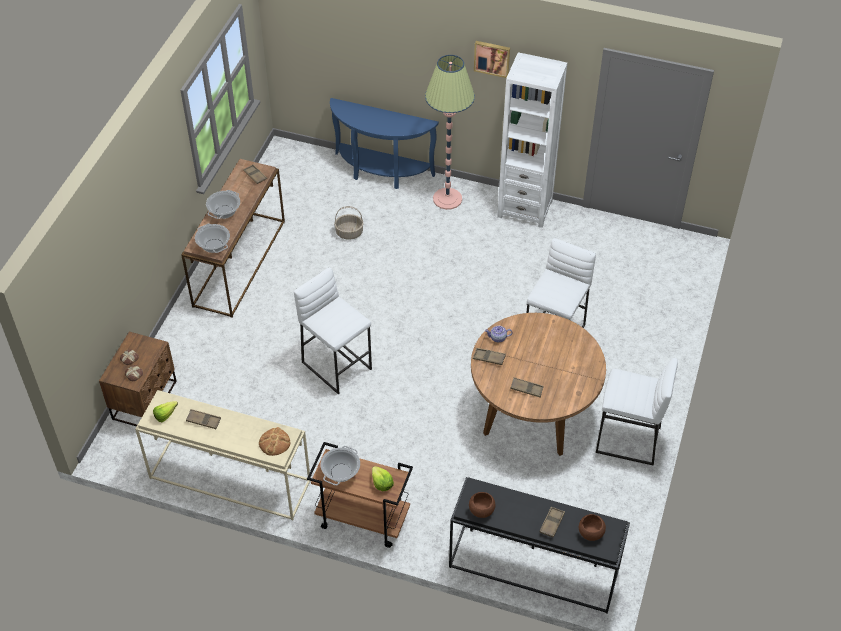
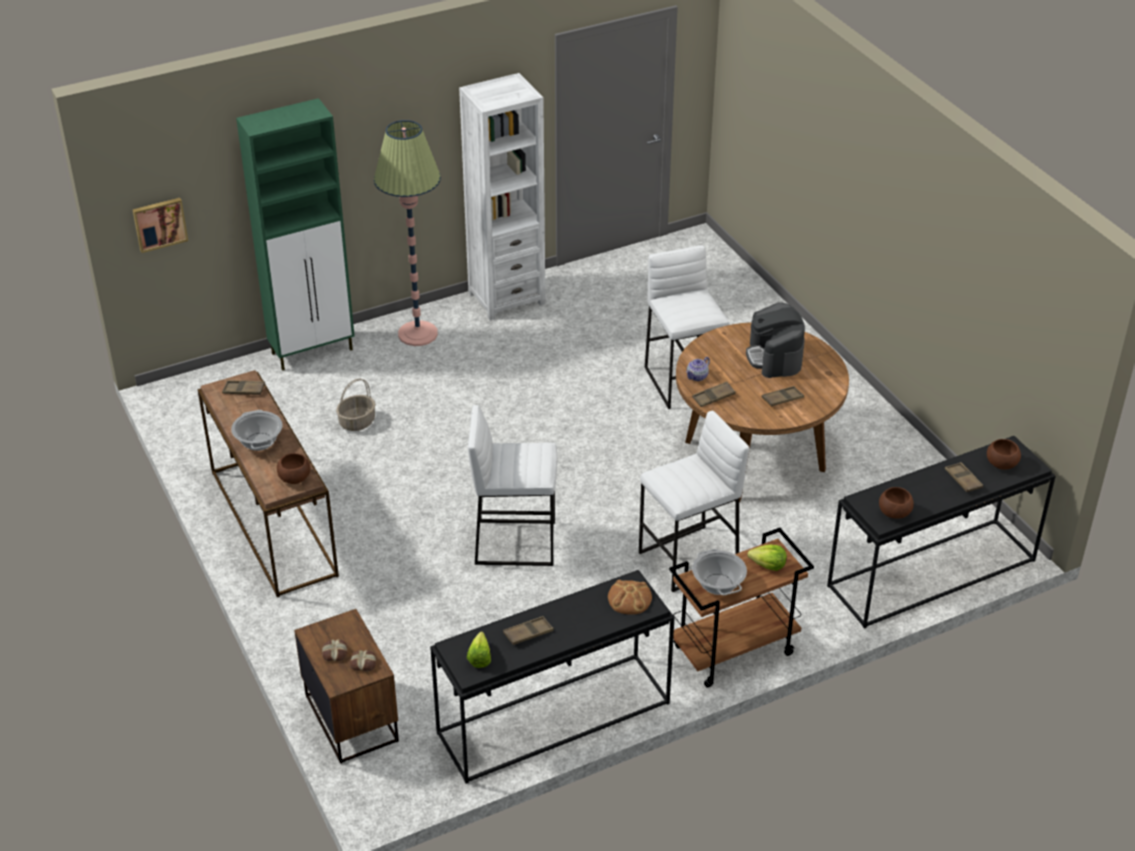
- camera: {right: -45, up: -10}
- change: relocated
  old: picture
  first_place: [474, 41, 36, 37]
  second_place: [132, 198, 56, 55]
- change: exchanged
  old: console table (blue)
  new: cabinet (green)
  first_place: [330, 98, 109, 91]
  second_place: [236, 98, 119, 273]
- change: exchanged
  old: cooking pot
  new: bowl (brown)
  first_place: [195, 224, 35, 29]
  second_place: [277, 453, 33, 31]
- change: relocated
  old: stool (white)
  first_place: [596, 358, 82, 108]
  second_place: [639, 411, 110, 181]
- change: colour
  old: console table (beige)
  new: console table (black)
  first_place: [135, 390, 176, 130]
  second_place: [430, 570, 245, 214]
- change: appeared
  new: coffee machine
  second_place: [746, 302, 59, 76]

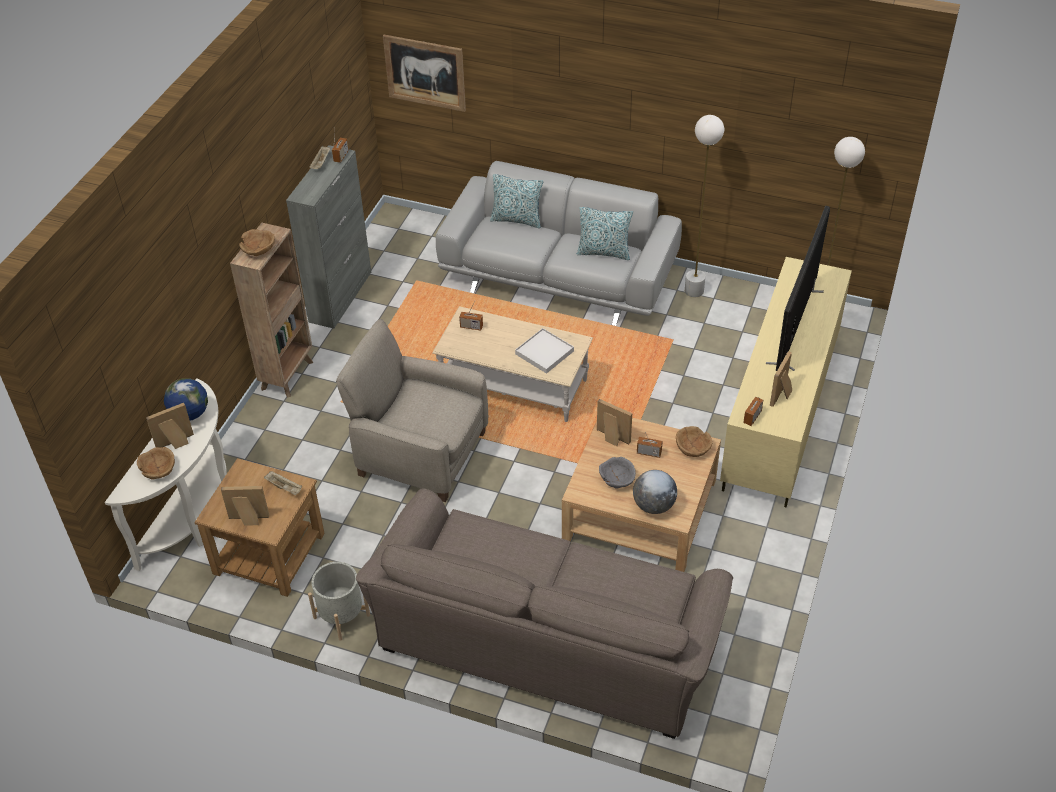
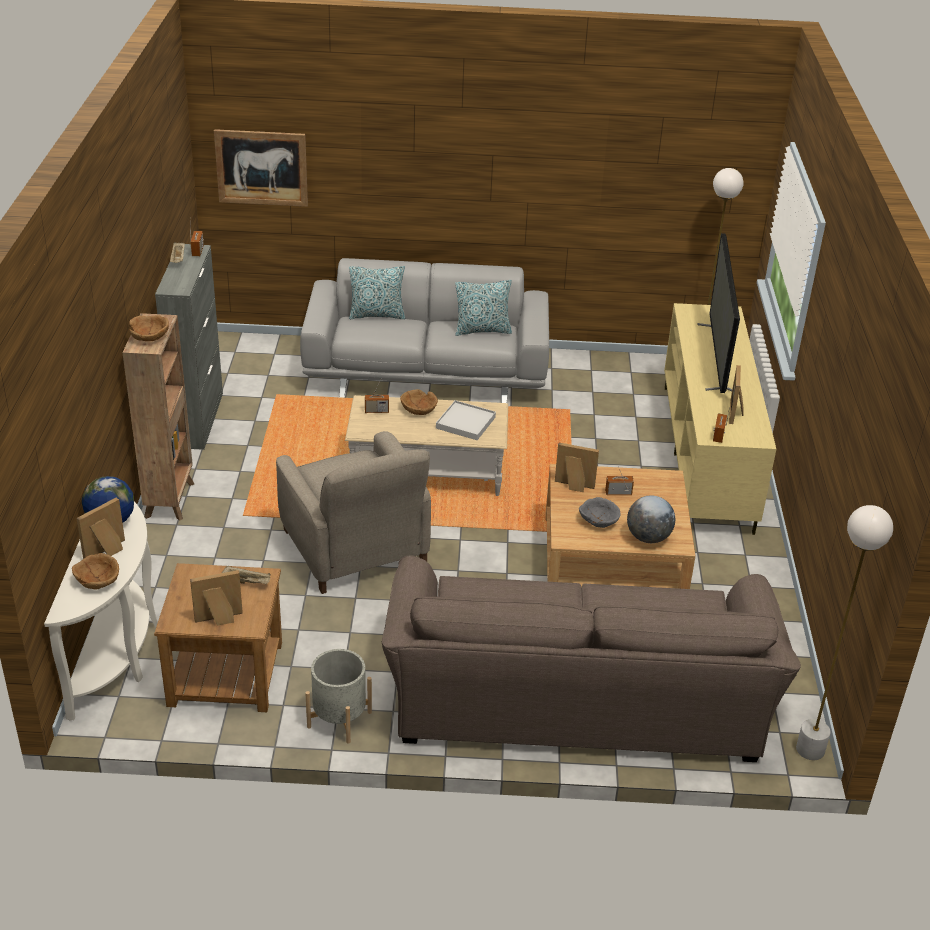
- camera: {right: -20, up: -10}
- change: relocated
  old: floor lamp (white)
  first_place: [685, 115, 39, 182]
  second_place: [796, 505, 97, 255]
- change: spun
  old: armchair (beige)
  first_place: [336, 319, 152, 183]
  second_place: [276, 431, 155, 163]
  degrees: -120
- change: relocated
  old: bowl (brown)
  first_place: [676, 426, 36, 31]
  second_place: [400, 389, 38, 26]

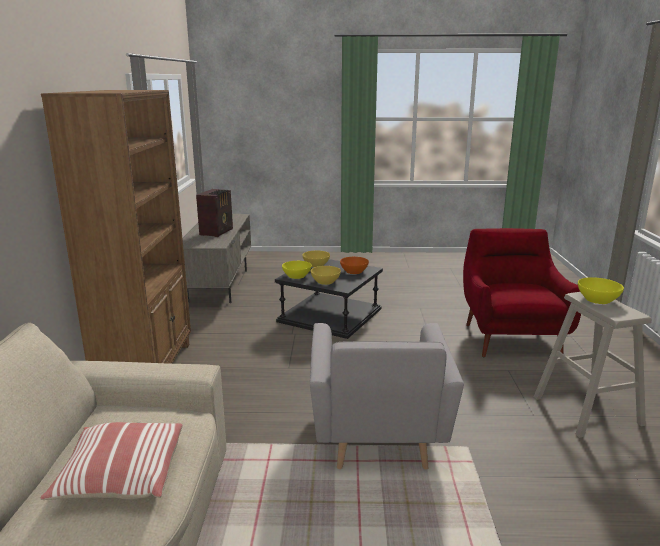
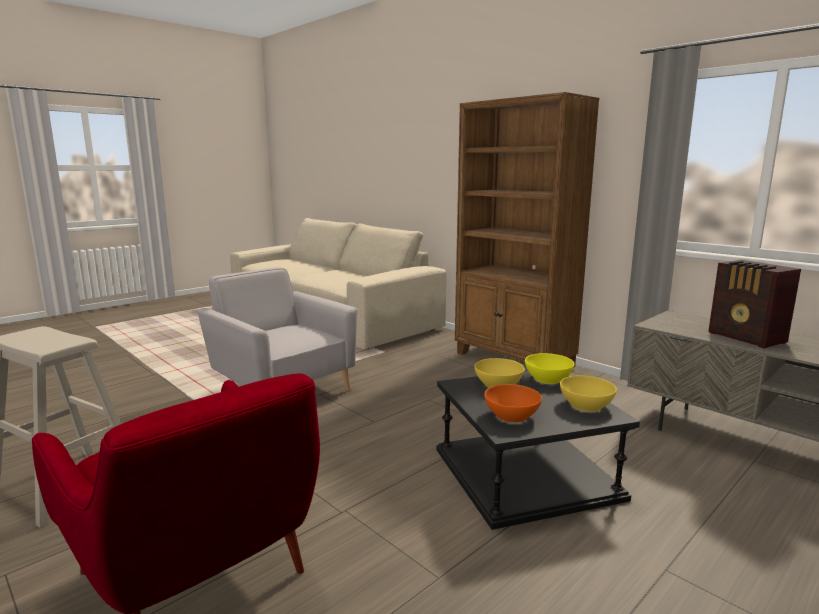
- camera: {right: 135, up: -5}
- change: missing
  old: bowl (yellow)
  first_place: [578, 277, 46, 27]
- change: missing
  old: pillow
  first_place: [40, 422, 143, 78]

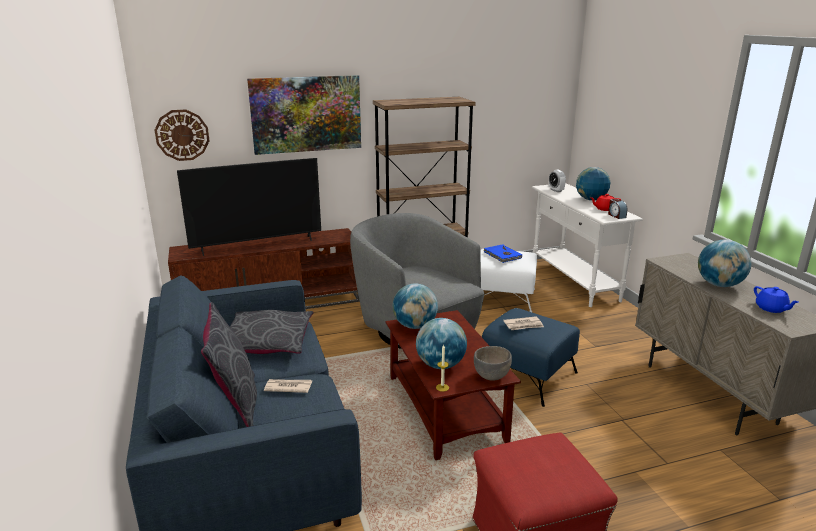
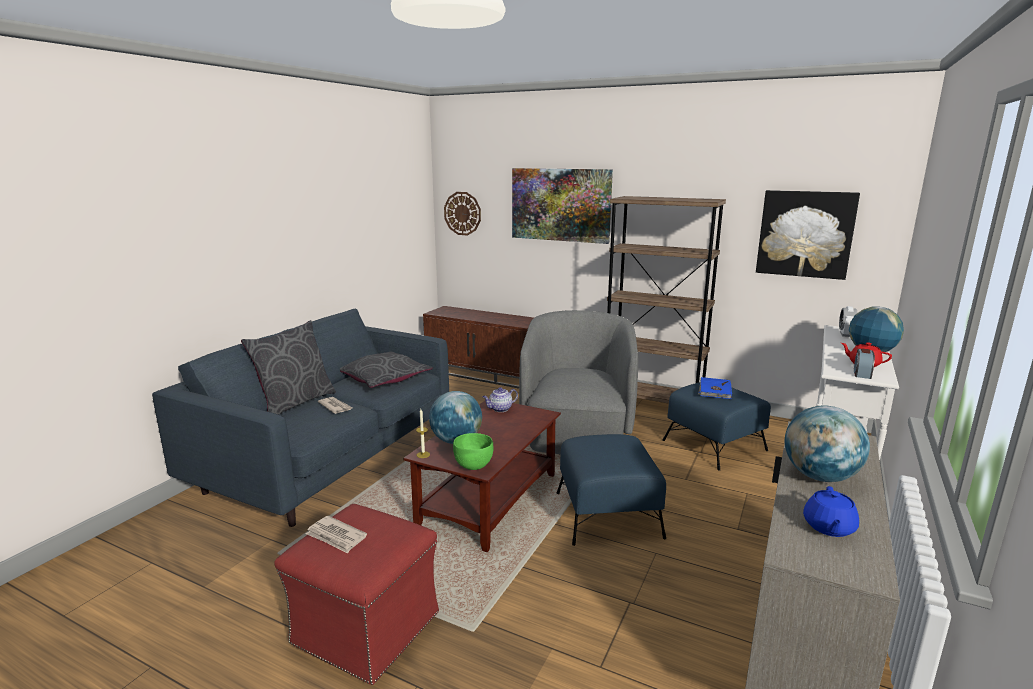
- camera: {right: 45, up: -5}
- change: missing
  old: television
  first_place: [177, 158, 144, 98]
- change: colour
  old: ottoman (white)
  new: ottoman (blue)
  first_place: [480, 249, 57, 63]
  second_place: [662, 382, 109, 89]
- change: exchanged
  old: globe
  new: teapot
  first_place: [393, 283, 45, 46]
  second_place: [483, 387, 35, 25]
- change: relocated
  old: newspaper
  first_place: [503, 316, 41, 14]
  second_place: [306, 516, 61, 38]
- change: colour
  old: bowl (grey)
  new: bowl (green)
  first_place: [474, 346, 38, 35]
  second_place: [453, 433, 41, 37]
- change: appeared
  new: picture
  second_place: [756, 190, 104, 90]

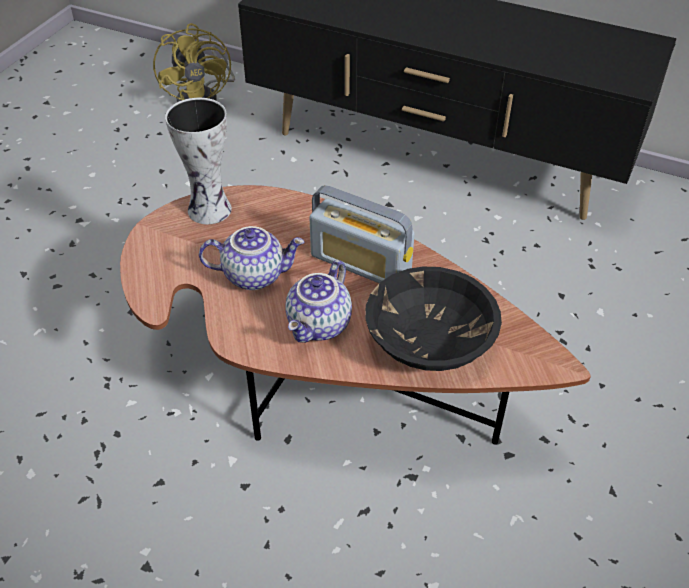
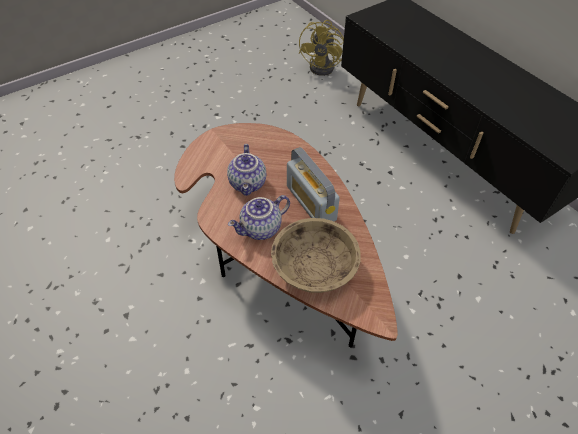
- camera: {right: 30, up: 5}
- change: missing
  old: vase
  first_place: [165, 98, 67, 126]
- change: spun
  old: teapot
  first_place: [199, 226, 106, 64]
  second_place: [227, 144, 39, 52]
  degrees: 60
- change: colour
  old: bowl (black)
  new: bowl (beige)
  first_place: [365, 267, 137, 104]
  second_place: [271, 218, 89, 75]

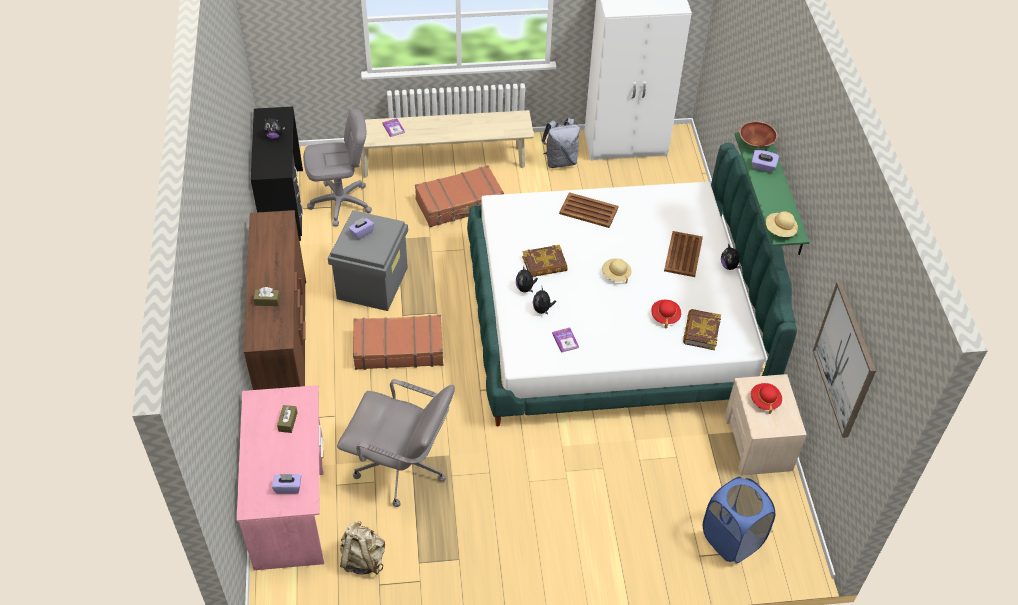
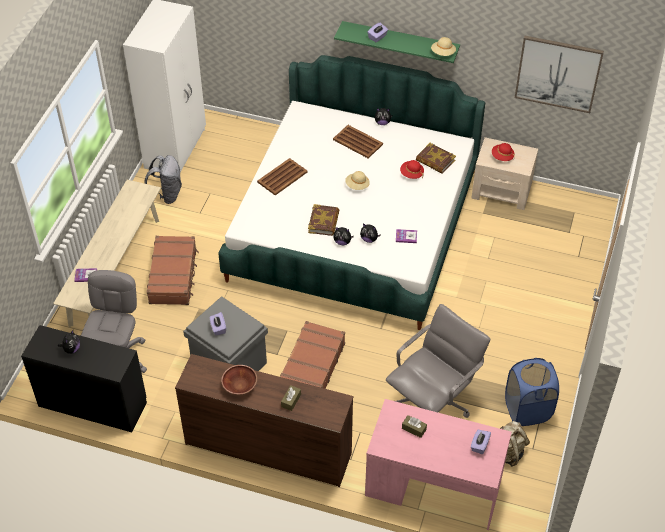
- camera: {right: -65, up: 0}
- change: relocated
  old: bowl (brown)
  first_place: [739, 121, 39, 27]
  second_place: [221, 365, 36, 30]
- change: relocated
  old: laundry basket (blue)
  first_place: [703, 477, 72, 86]
  second_place: [505, 358, 54, 68]

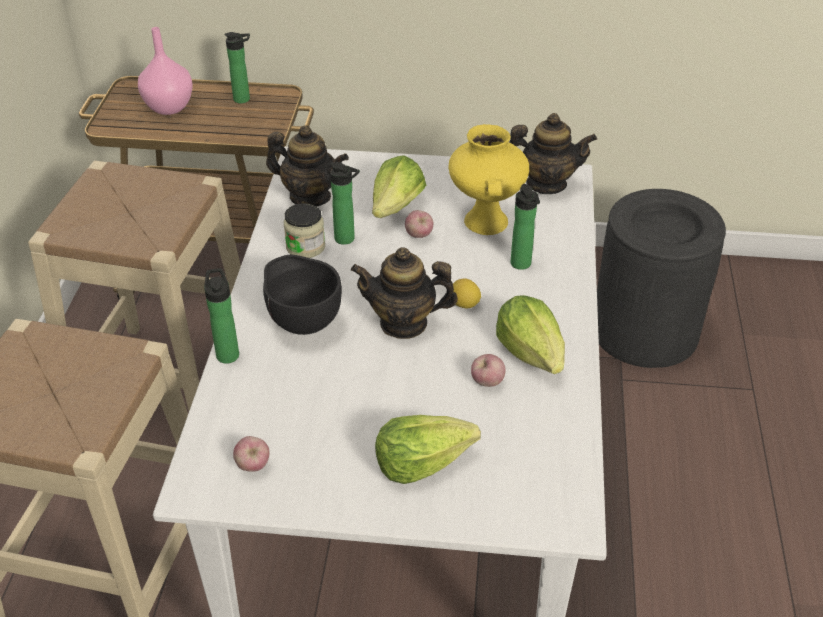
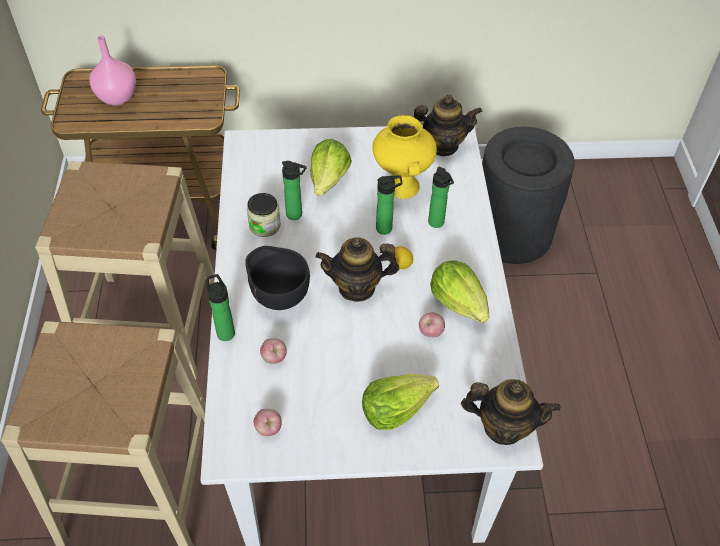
- camera: {right: -10, up: 10}
- change: relocated
  old: bottle
  first_place: [225, 32, 25, 71]
  second_place: [376, 175, 26, 60]
- change: relocated
  old: teapot
  first_place: [266, 125, 83, 81]
  second_place: [461, 379, 100, 66]
- change: relocated
  old: apple
  first_place: [405, 210, 28, 28]
  second_place: [260, 338, 27, 26]

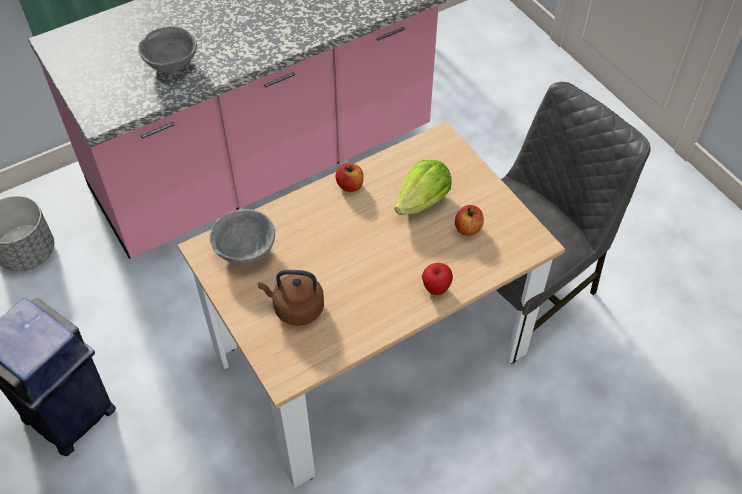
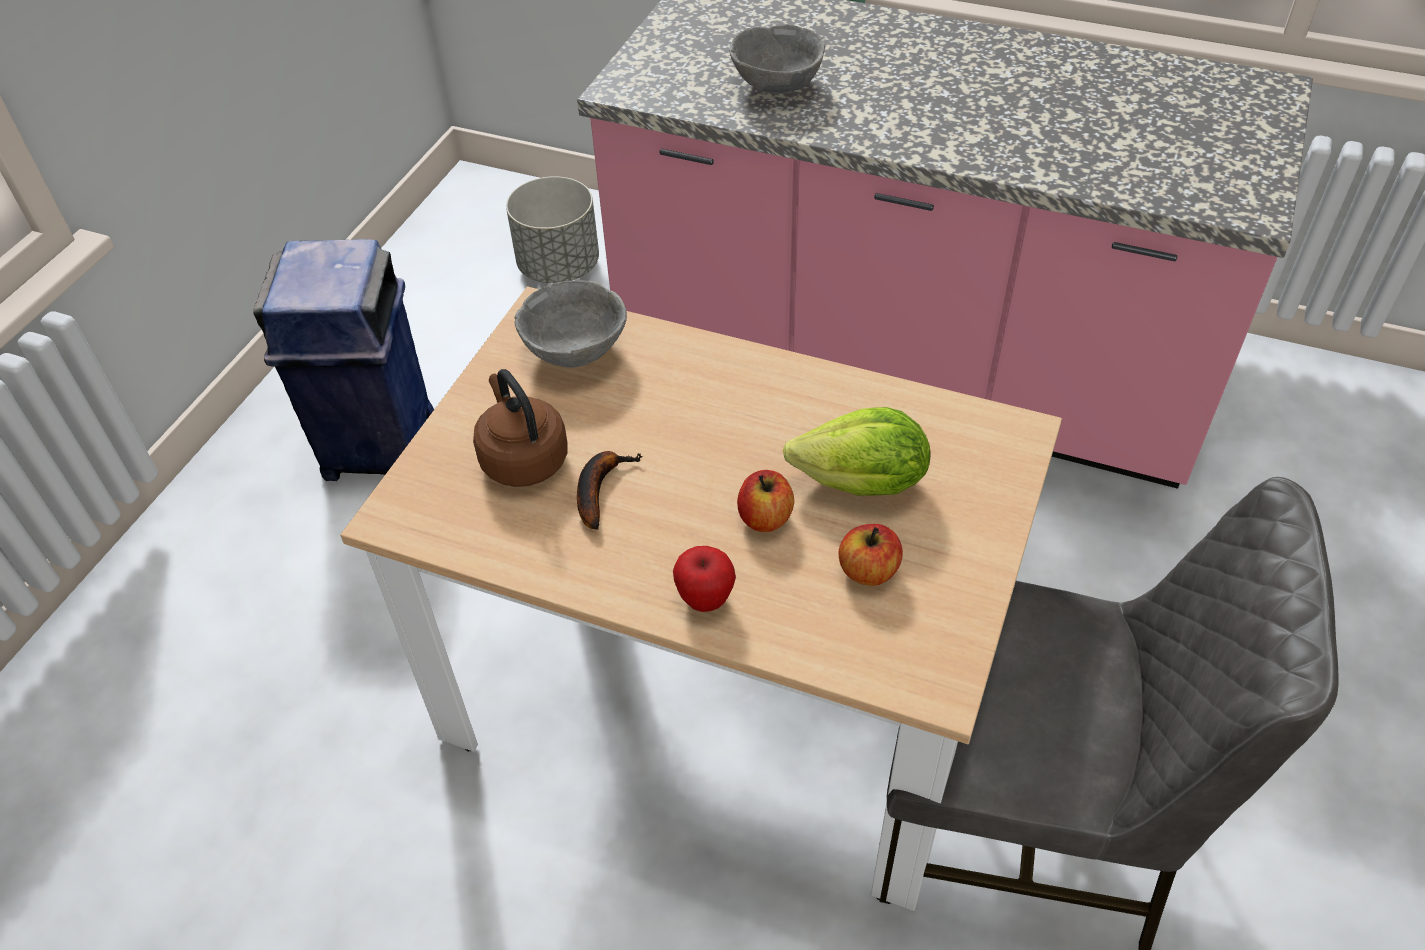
- camera: {right: 55, up: -5}
- change: relocated
  old: apple
  first_place: [336, 163, 28, 29]
  second_place: [737, 470, 57, 62]
- change: appeared
  new: banana
  second_place: [577, 451, 66, 79]

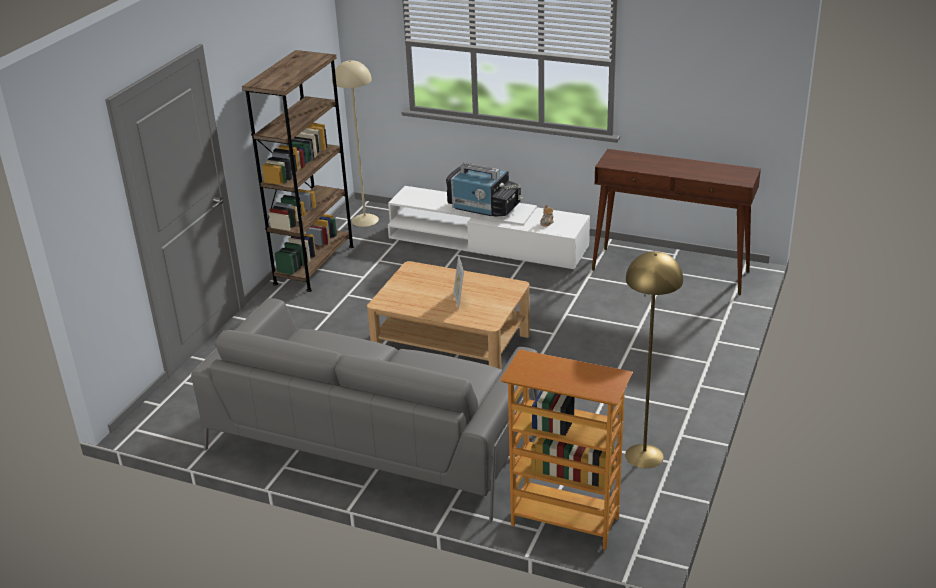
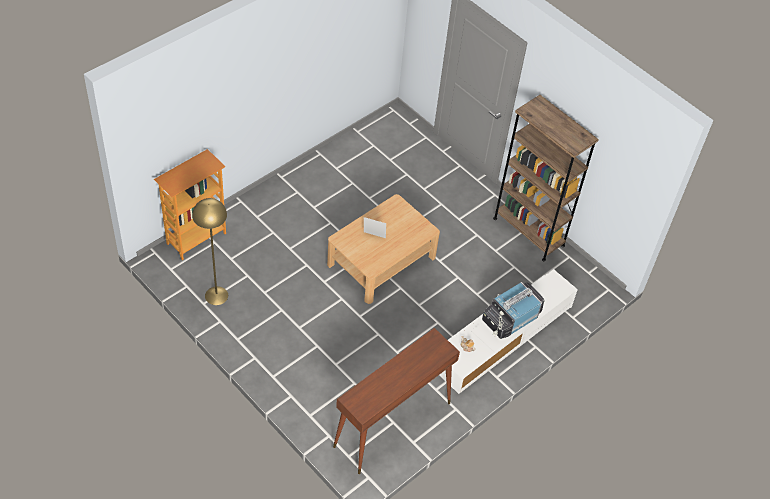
- camera: {right: 110, up: 20}
- change: missing
  old: floor lamp (beige)
  first_place: [332, 60, 47, 167]
- change: missing
  old: sofa (grey)
  first_place: [191, 298, 348, 224]

